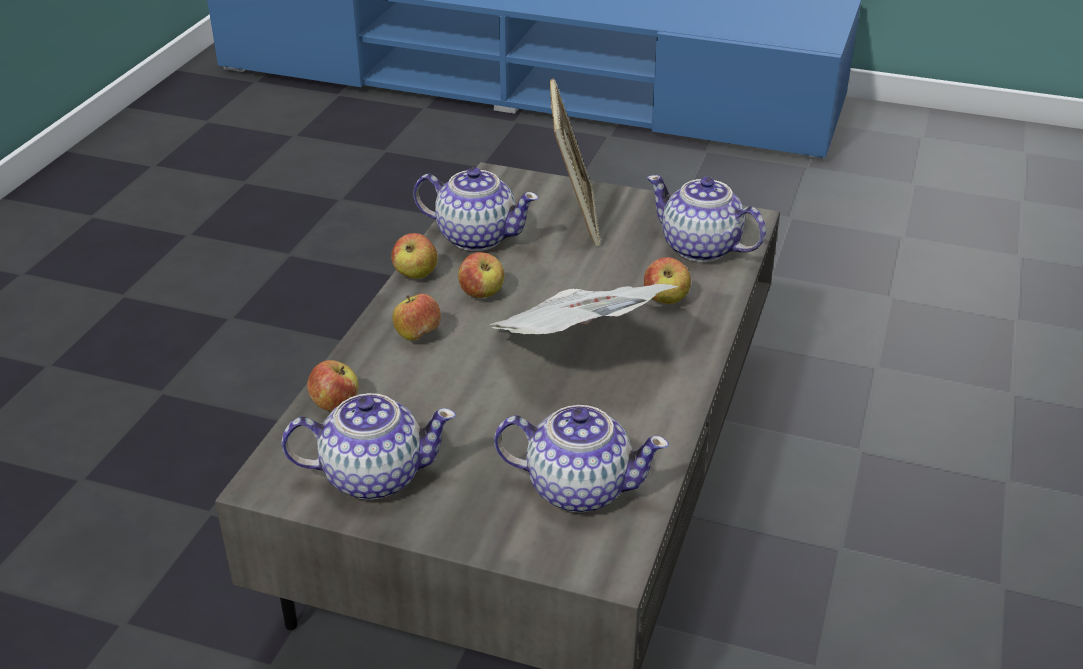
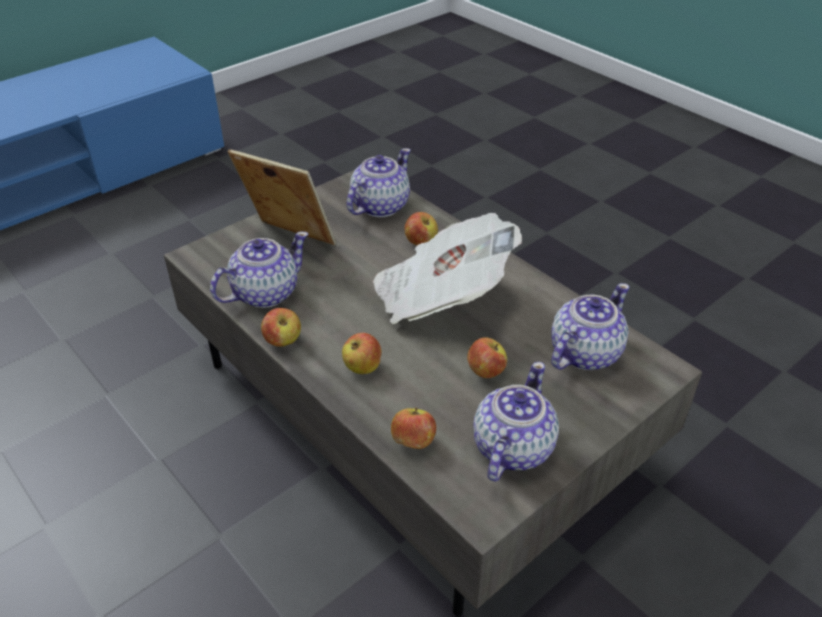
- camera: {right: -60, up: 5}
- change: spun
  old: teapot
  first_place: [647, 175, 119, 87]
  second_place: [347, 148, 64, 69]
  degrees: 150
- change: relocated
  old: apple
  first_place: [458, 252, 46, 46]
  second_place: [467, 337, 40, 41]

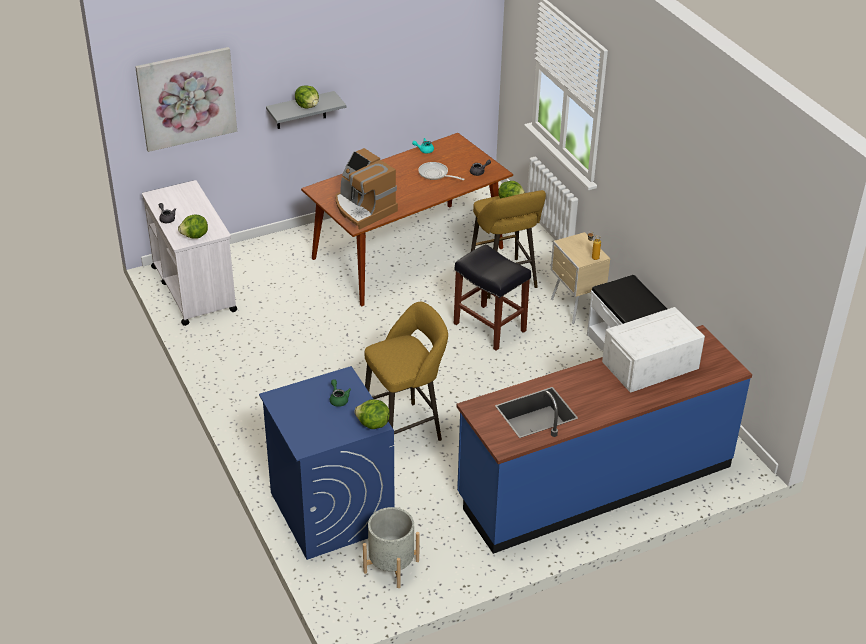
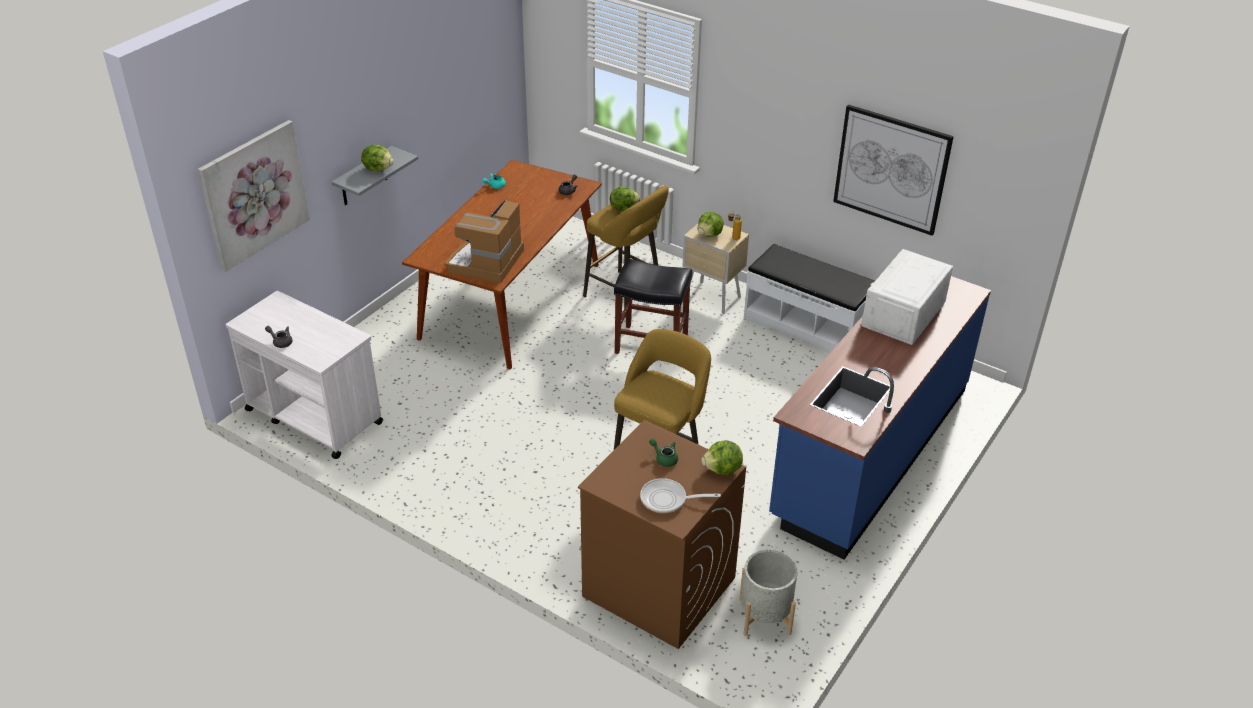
- camera: {right: -30, up: 0}
- change: spun
  old: coffee machine
  first_place: [335, 148, 63, 82]
  second_place: [444, 200, 80, 83]
  degrees: 90
- change: relocated
  old: frying pan
  first_place: [418, 162, 47, 18]
  second_place: [640, 478, 81, 35]
- change: relocated
  old: lettuce
  first_place: [178, 214, 30, 25]
  second_place: [698, 212, 26, 25]
- change: colour
  old: washing machine (blue)
  new: washing machine (brown)
  first_place: [259, 366, 135, 194]
  second_place: [578, 420, 168, 229]
- change: appeared
  new: picture
  second_place: [833, 104, 121, 132]

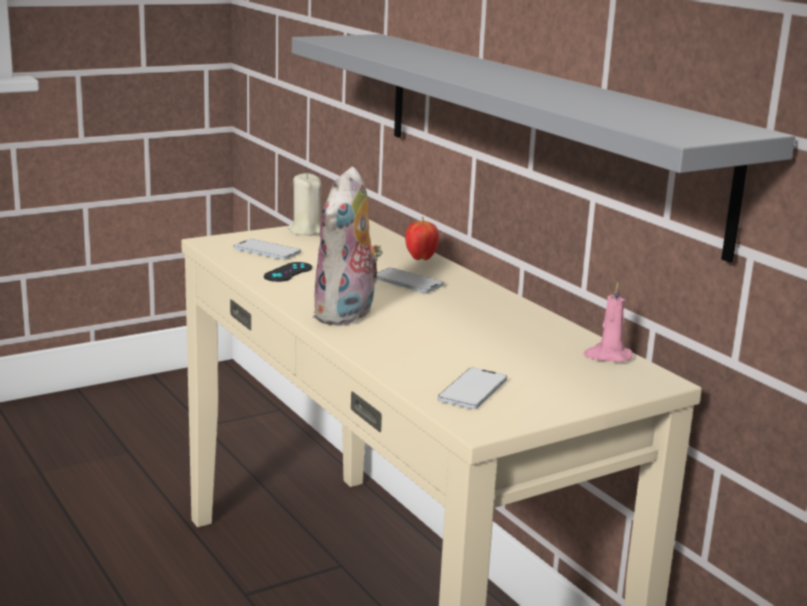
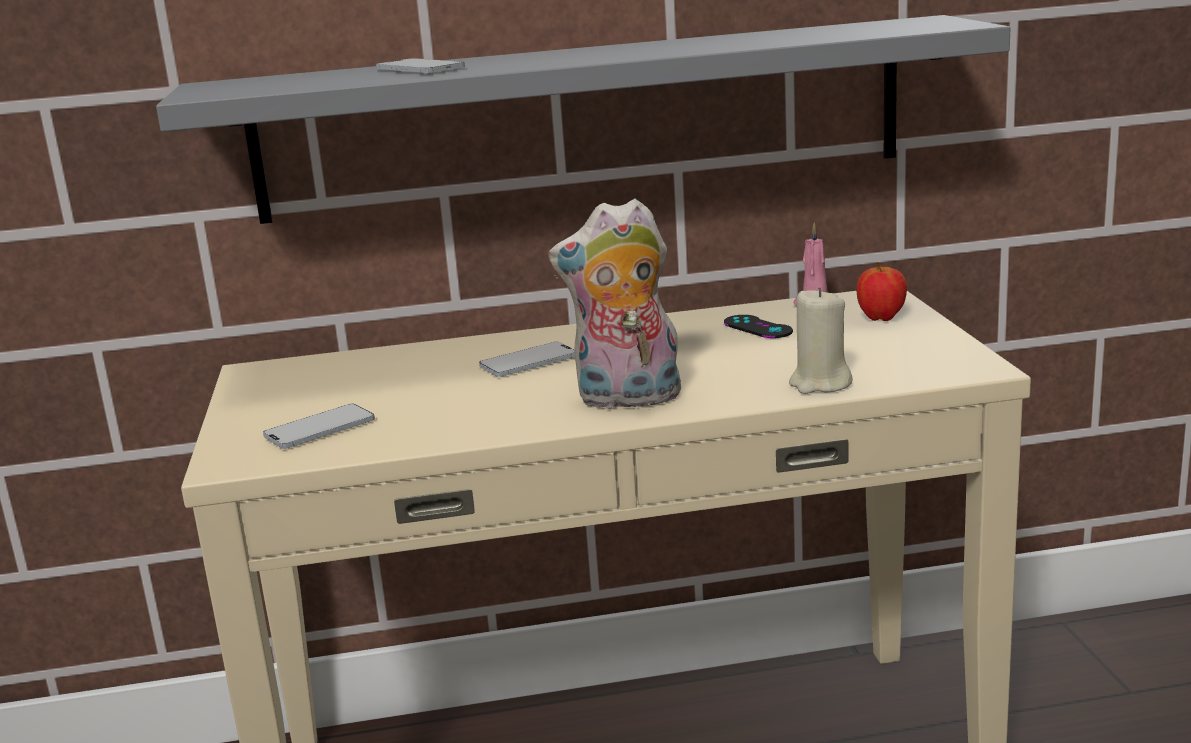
- camera: {right: -65, up: 0}
- change: spun
  old: plush toy
  first_place: [312, 166, 70, 160]
  second_place: [548, 199, 134, 211]
  degrees: 135
- change: relocated
  old: candle (beige)
  first_place: [288, 173, 33, 63]
  second_place: [789, 287, 63, 107]
- change: relocated
  old: apple
  first_place: [405, 217, 34, 43]
  second_place: [856, 262, 51, 59]
- change: relocated
  old: game controller (black)
  first_place: [264, 262, 48, 20]
  second_place: [724, 315, 69, 23]
- change: relocated
  old: phone
  first_place: [438, 367, 69, 42]
  second_place: [376, 58, 89, 15]

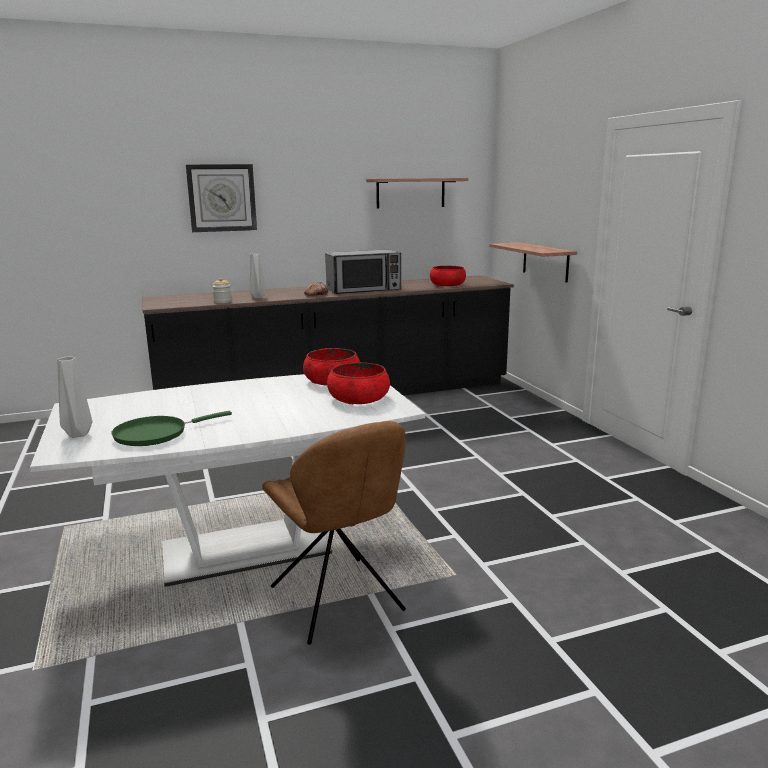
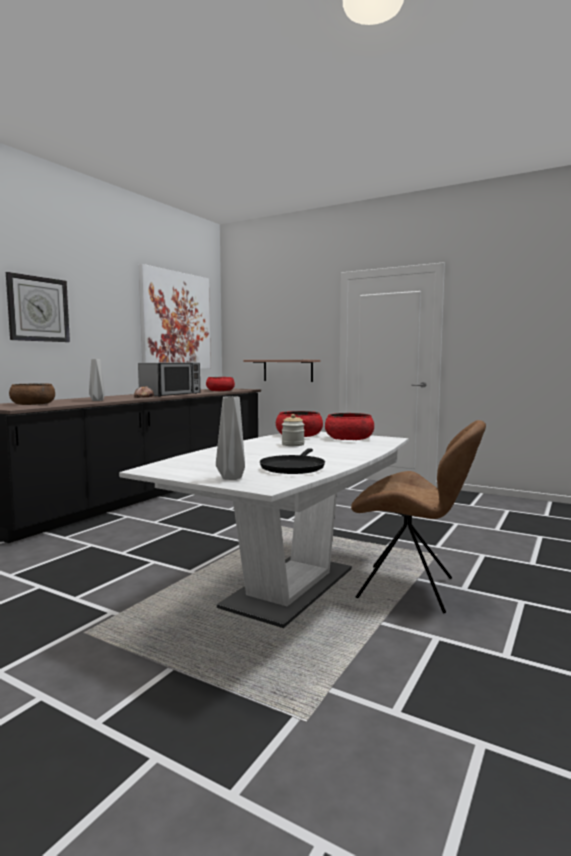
- camera: {right: -40, up: -10}
- change: exchanged
  old: shelf
  new: picture
  first_place: [366, 178, 103, 31]
  second_place: [139, 264, 72, 105]
- change: relocated
  old: jar
  first_place: [212, 278, 20, 25]
  second_place: [282, 414, 23, 32]
- change: colour
  old: frying pan (green)
  new: frying pan (black)
  first_place: [111, 411, 121, 35]
  second_place: [260, 448, 65, 26]
- change: appeared
  new: bowl (brown)
  second_place: [9, 383, 46, 22]

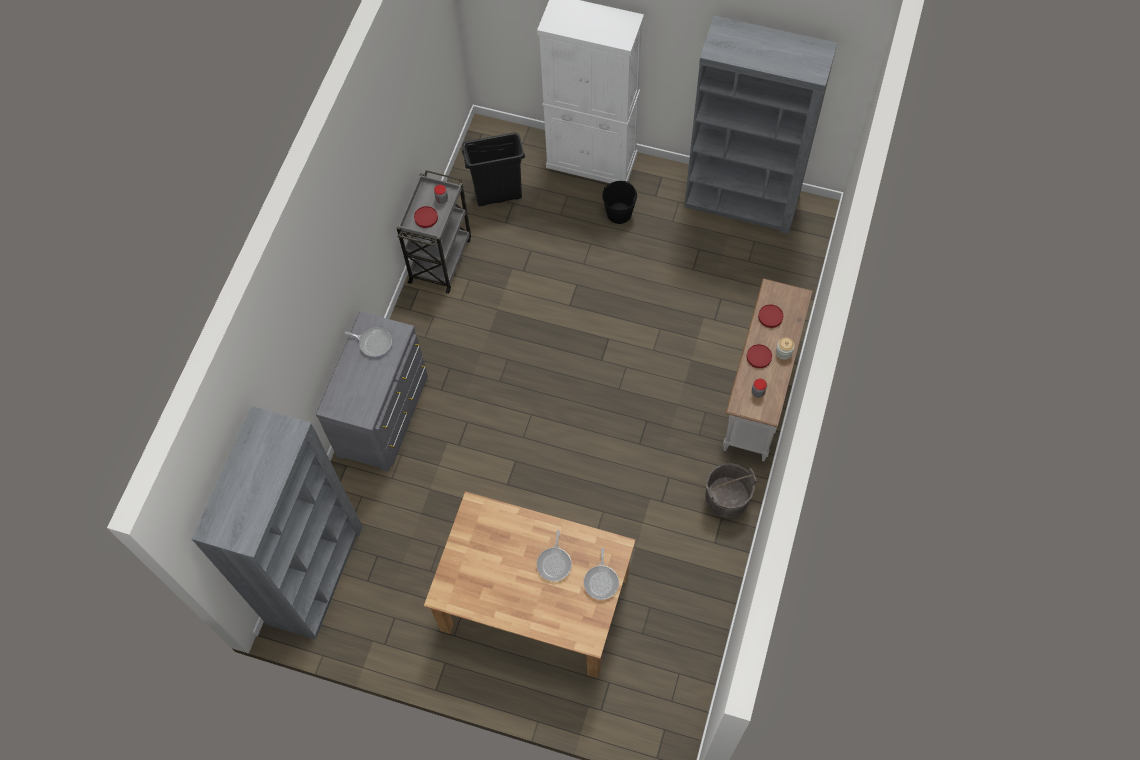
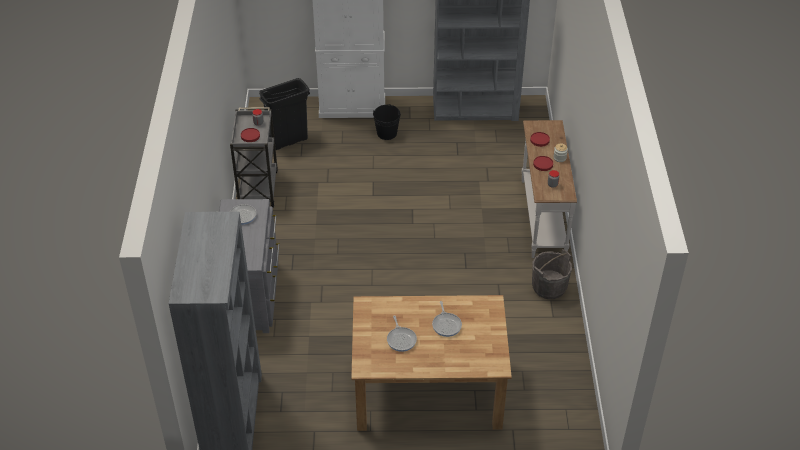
- camera: {right: -20, up: -20}
- change: relocated
  old: frying pan
  first_place: [584, 548, 35, 52]
  second_place: [387, 316, 30, 36]

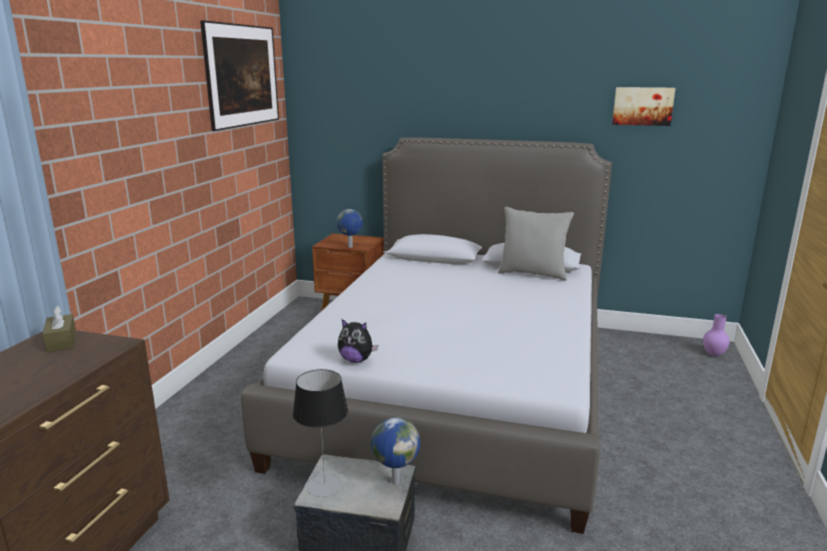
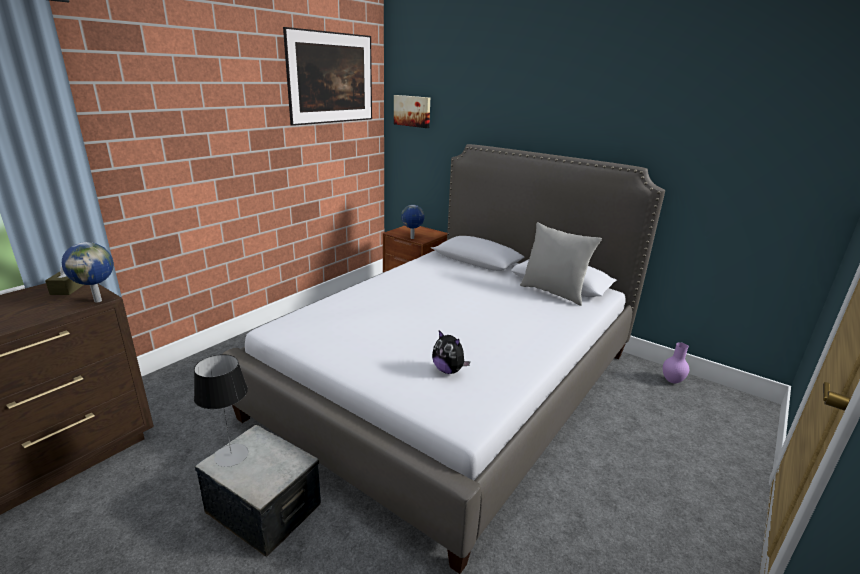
- camera: {right: 20, up: 5}
- change: relocated
  old: picture
  first_place: [612, 87, 63, 39]
  second_place: [394, 95, 36, 33]
- change: relocated
  old: vase (purple)
  first_place: [703, 314, 27, 42]
  second_place: [663, 342, 26, 41]
- change: relocated
  old: plush toy
  first_place: [338, 319, 40, 44]
  second_place: [432, 330, 38, 44]
- change: relocated
  old: globe
  first_place: [371, 417, 49, 68]
  second_place: [62, 242, 52, 60]

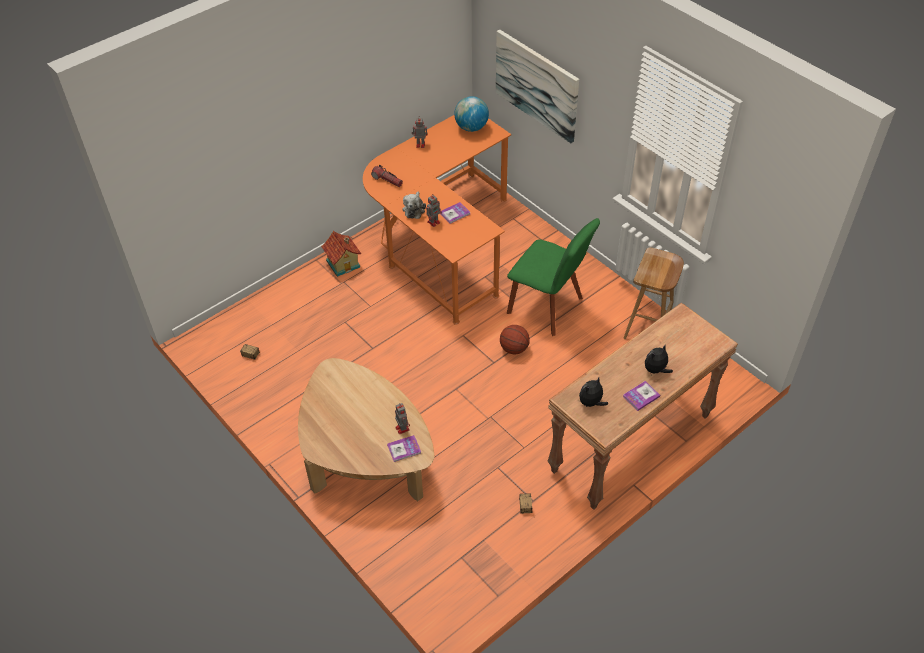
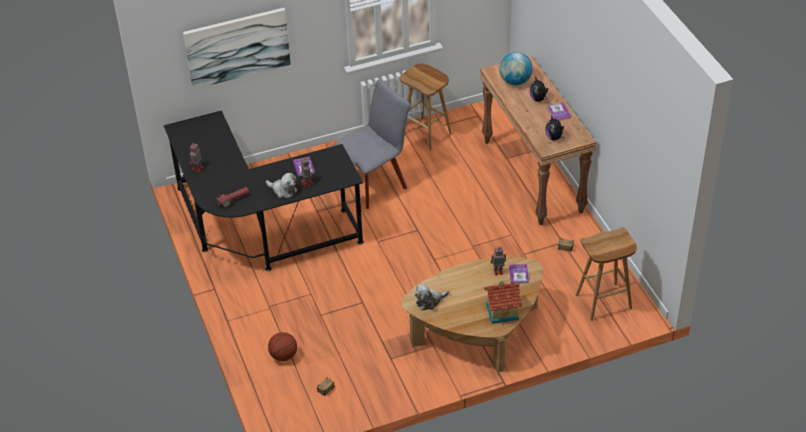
- camera: {right: -70, up: -5}
- change: relocated
  old: globe
  first_place: [454, 96, 35, 36]
  second_place: [499, 52, 34, 33]
- change: colour
  old: desk (orange)
  new: desk (black)
  first_place: [363, 115, 148, 210]
  second_place: [164, 110, 200, 161]
- change: colour
  old: chair (green)
  new: chair (grey)
  first_place: [507, 218, 93, 118]
  second_place: [334, 79, 76, 130]
- change: relocated
  old: toy house
  first_place: [321, 231, 40, 46]
  second_place: [484, 280, 38, 44]
- change: relocated
  old: basketball
  first_place: [500, 325, 30, 29]
  second_place: [268, 332, 29, 29]
- change: appeared
  new: stool (brown)
  second_place: [576, 227, 61, 94]
- change: appeared
  new: plush toy
  second_place: [415, 284, 34, 26]

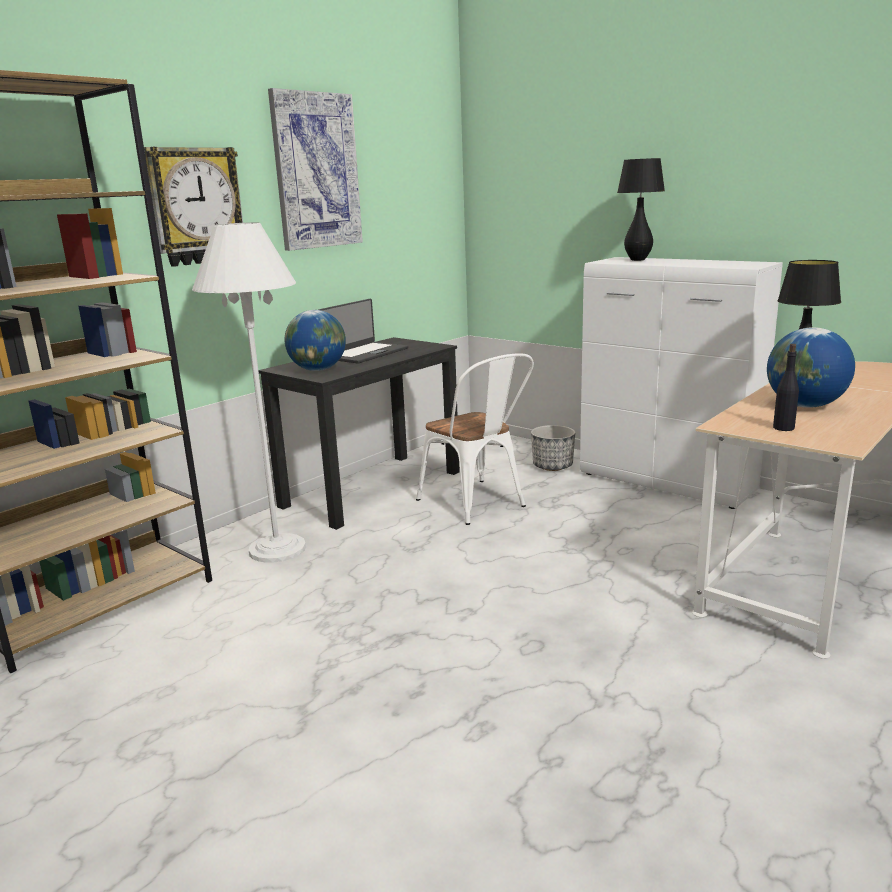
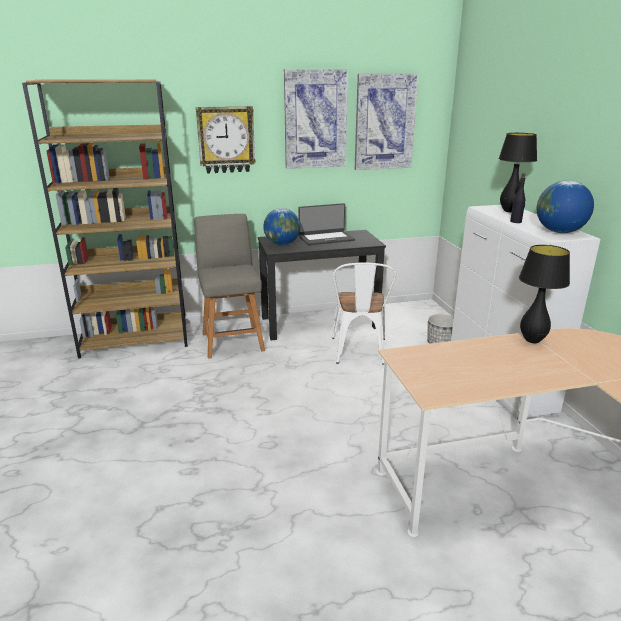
- camera: {right: 35, up: 5}
- change: exchanged
  old: floor lamp (white)
  new: chair (grey)
  first_place: [192, 222, 114, 341]
  second_place: [194, 214, 71, 145]
- change: relocated
  old: globe
  first_place: [767, 327, 88, 81]
  second_place: [537, 180, 57, 53]
- change: relocated
  old: bottle (black)
  first_place: [773, 344, 26, 87]
  second_place: [510, 173, 15, 50]
- change: appeared
  new: picture
  second_place: [355, 74, 63, 96]

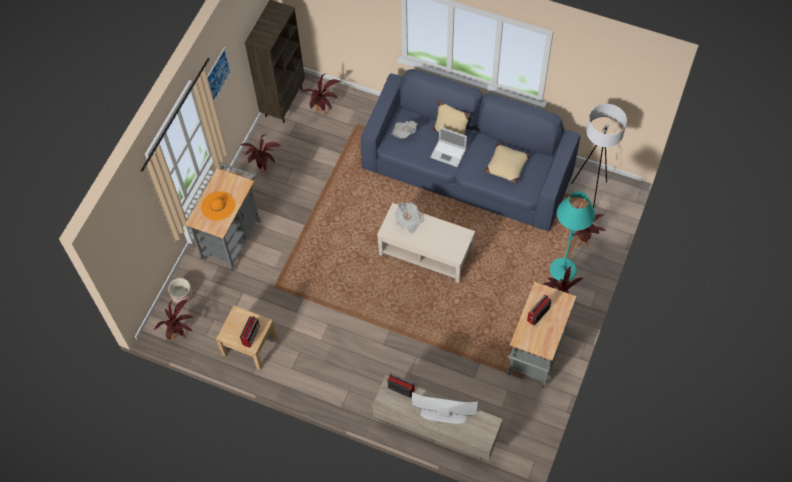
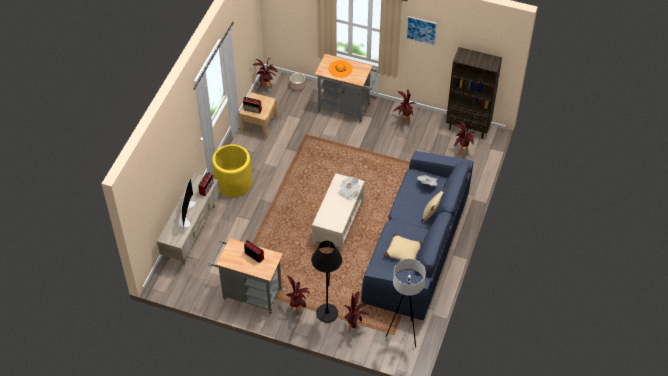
- camera: {right: 85, up: -10}
- change: missing
  old: laptop
  first_place: [430, 127, 37, 40]
- change: colour
  old: floor lamp (turquoise)
  new: floor lamp (black)
  first_place: [550, 191, 45, 91]
  second_place: [311, 241, 31, 82]
- change: appeared
  new: planter (yellow)
  second_place: [212, 144, 40, 53]

